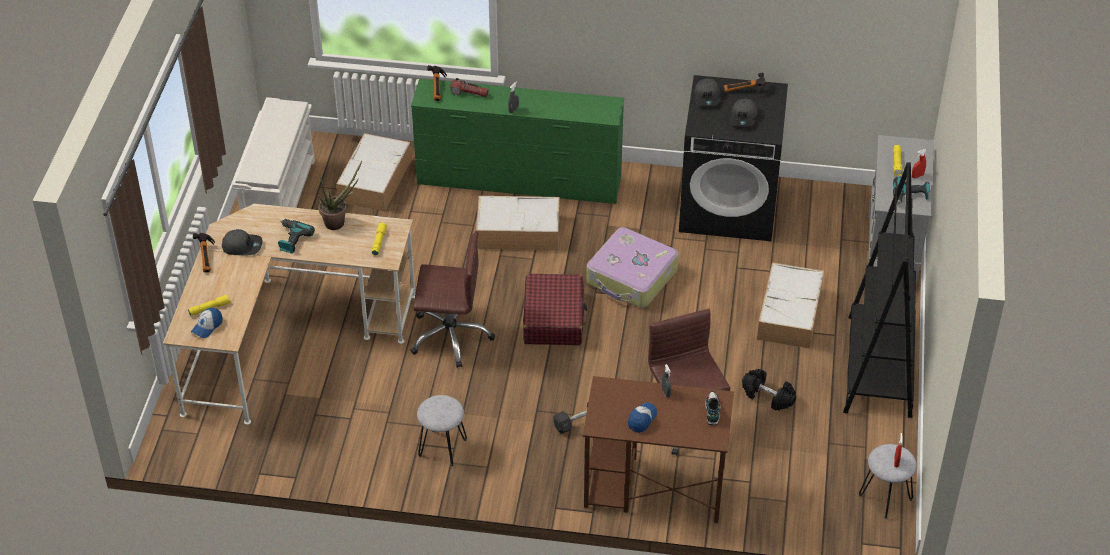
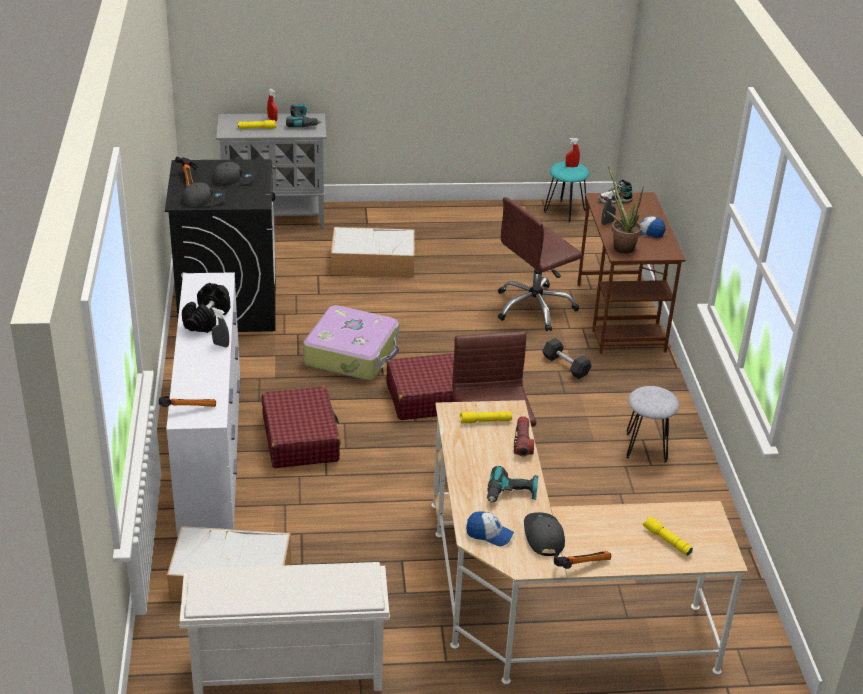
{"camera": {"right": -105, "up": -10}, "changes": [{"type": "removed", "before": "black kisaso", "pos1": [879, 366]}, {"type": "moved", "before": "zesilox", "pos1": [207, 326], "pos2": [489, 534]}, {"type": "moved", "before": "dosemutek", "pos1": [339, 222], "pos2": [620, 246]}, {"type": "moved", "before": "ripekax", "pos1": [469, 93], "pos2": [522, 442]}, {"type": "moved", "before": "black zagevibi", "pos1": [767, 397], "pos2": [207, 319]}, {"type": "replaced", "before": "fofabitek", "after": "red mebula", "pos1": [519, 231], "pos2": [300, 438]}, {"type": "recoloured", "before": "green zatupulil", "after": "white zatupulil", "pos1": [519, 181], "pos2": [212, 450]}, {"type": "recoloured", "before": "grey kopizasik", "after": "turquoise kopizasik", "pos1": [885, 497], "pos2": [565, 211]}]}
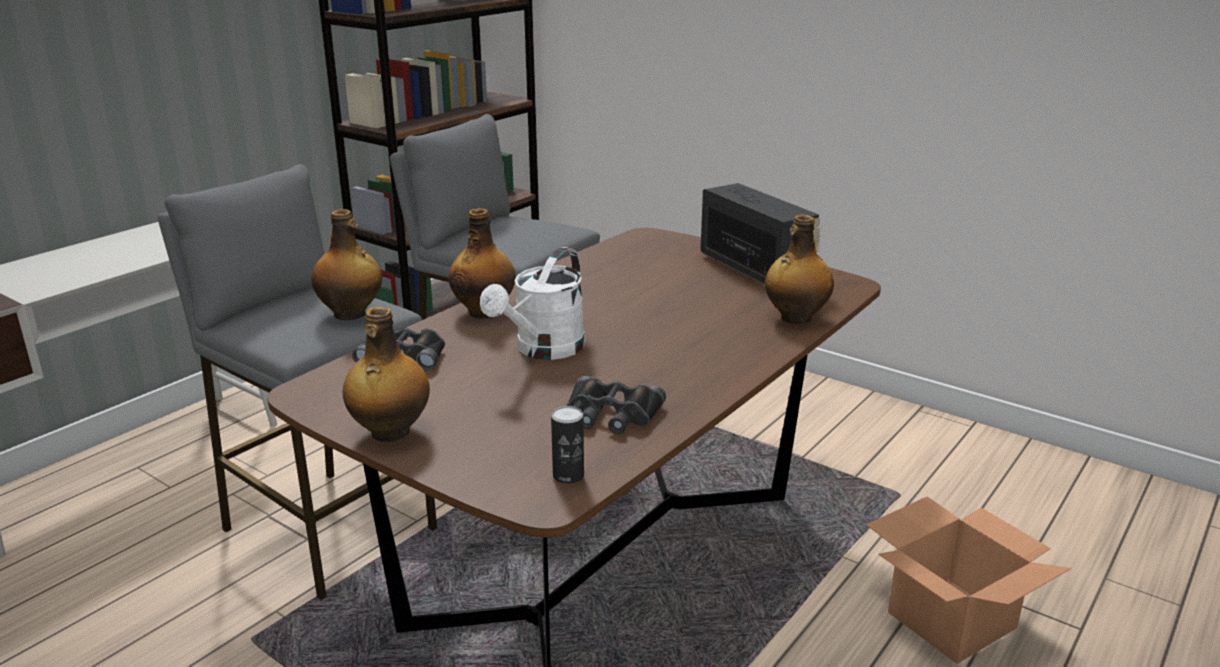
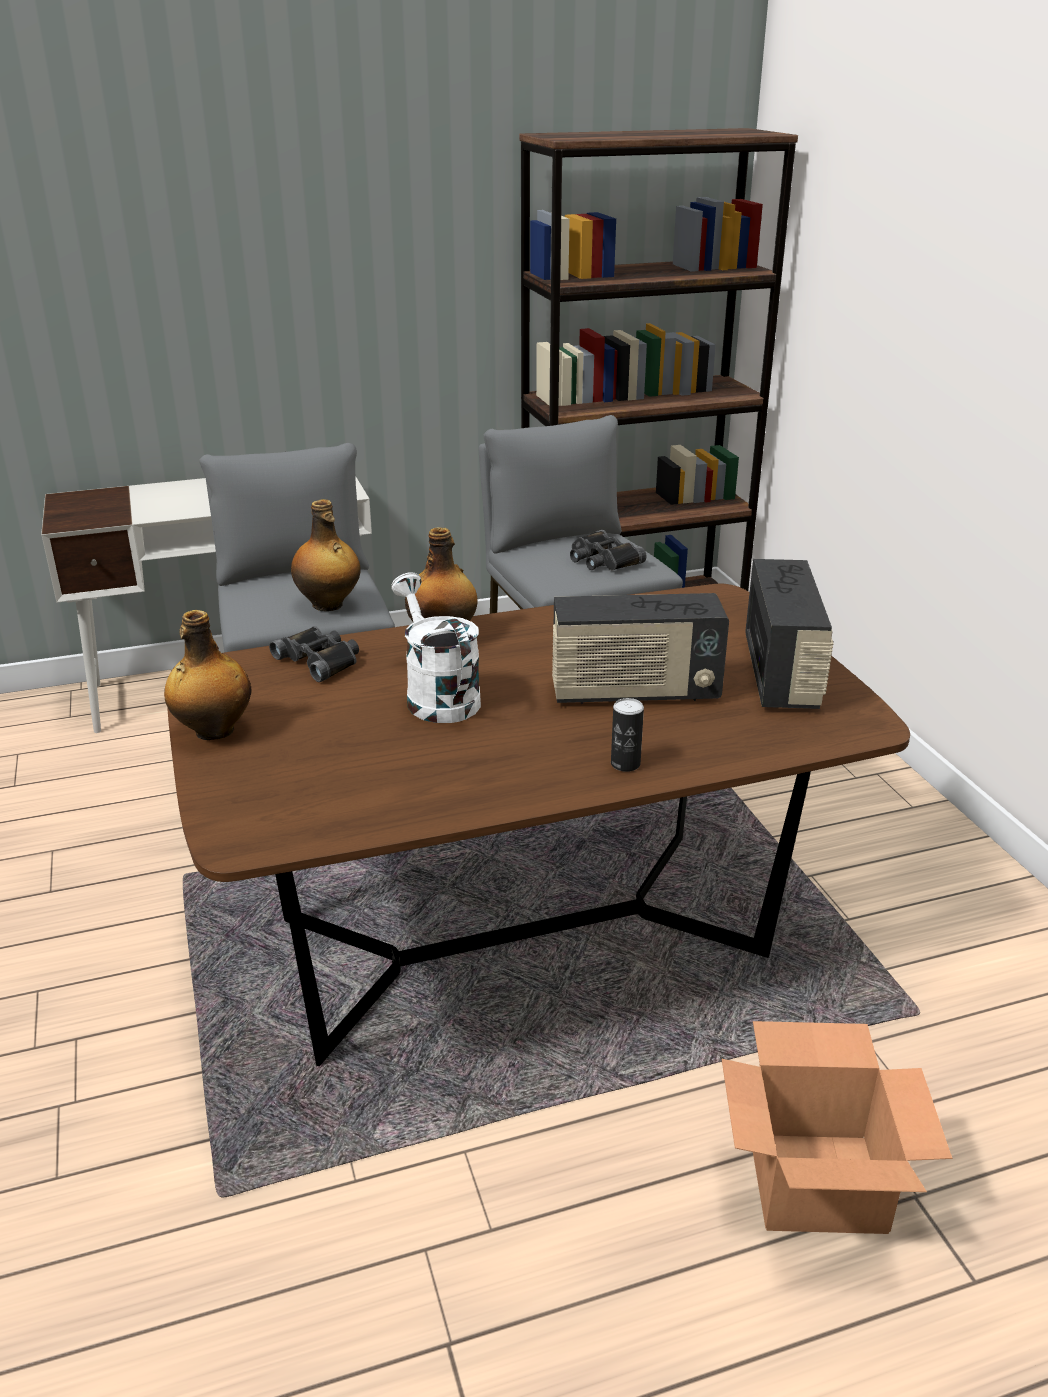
{"camera": {"right": 35, "up": 5}, "changes": [{"type": "removed", "before": "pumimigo", "pos1": [795, 318]}, {"type": "added", "after": "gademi", "pos2": [634, 693]}, {"type": "moved", "before": "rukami", "pos1": [568, 476], "pos2": [625, 764]}, {"type": "moved", "before": "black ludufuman", "pos1": [611, 414], "pos2": [602, 559]}, {"type": "turned", "before": "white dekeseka", "pos1": [543, 350], "pos2": [437, 696], "turn": 90}]}
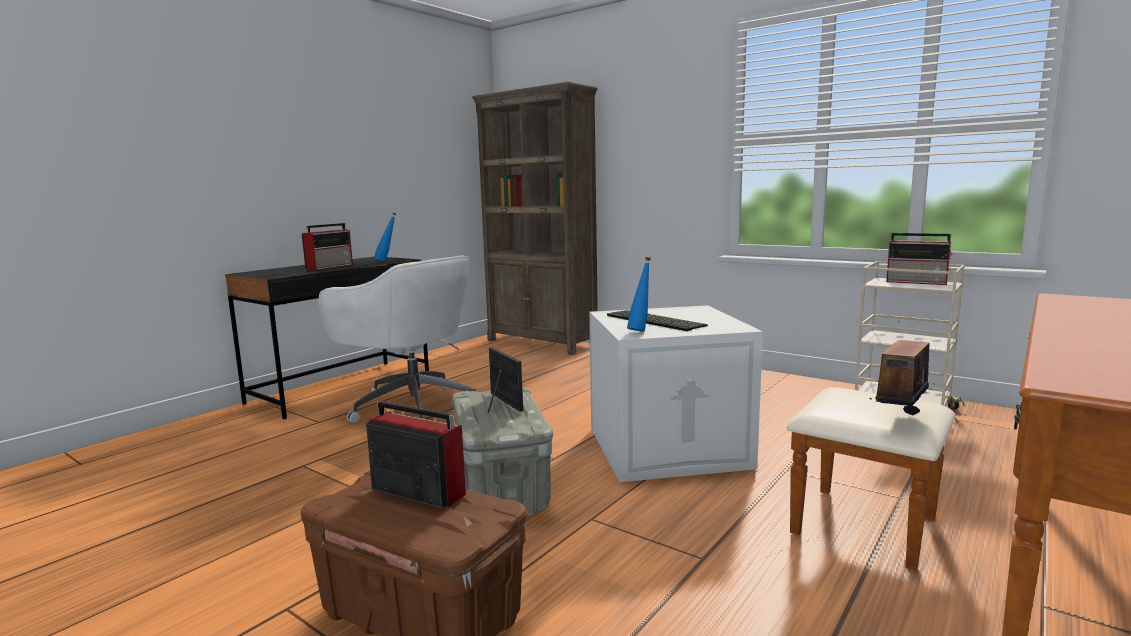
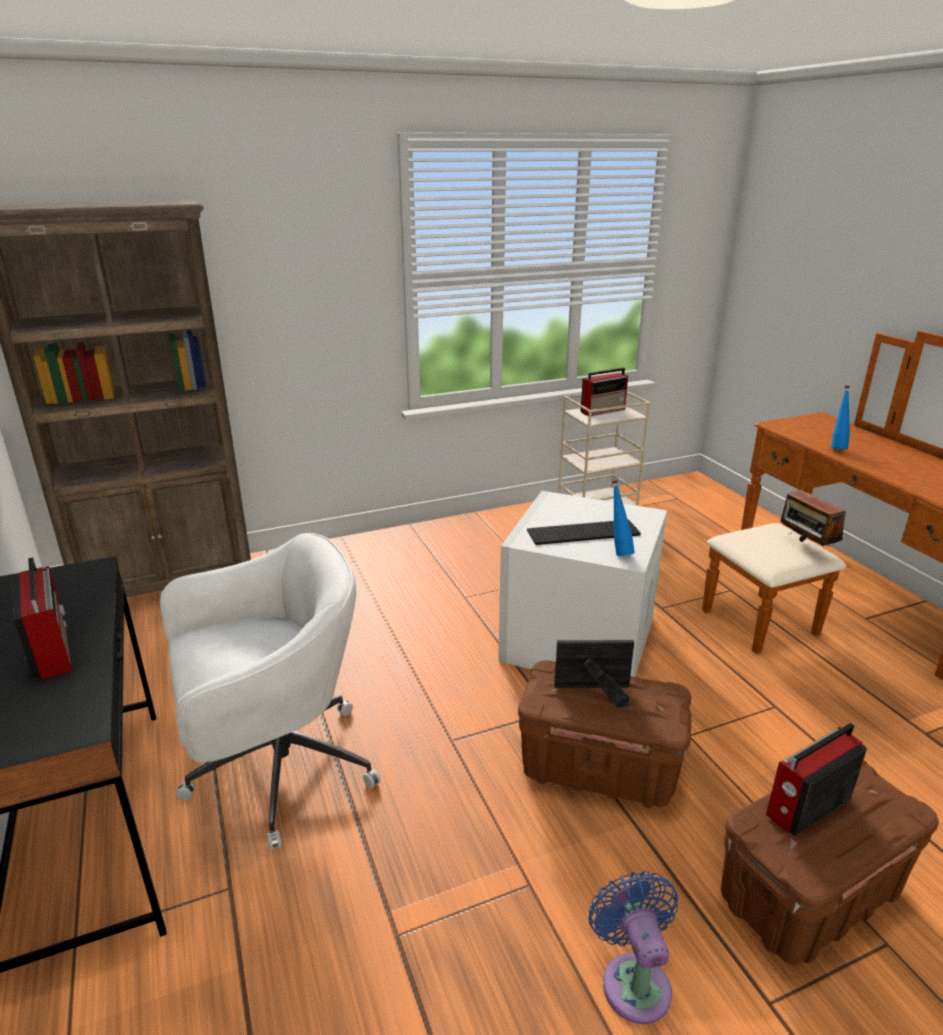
{"camera": {"right": -60, "up": 15}, "changes": [{"type": "added", "after": "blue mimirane", "pos2": [633, 979]}, {"type": "moved", "before": "blue pumimigo", "pos1": [387, 261], "pos2": [836, 448]}, {"type": "recoloured", "before": "grey fofabitek", "after": "brown fofabitek", "pos1": [501, 489], "pos2": [597, 769]}]}
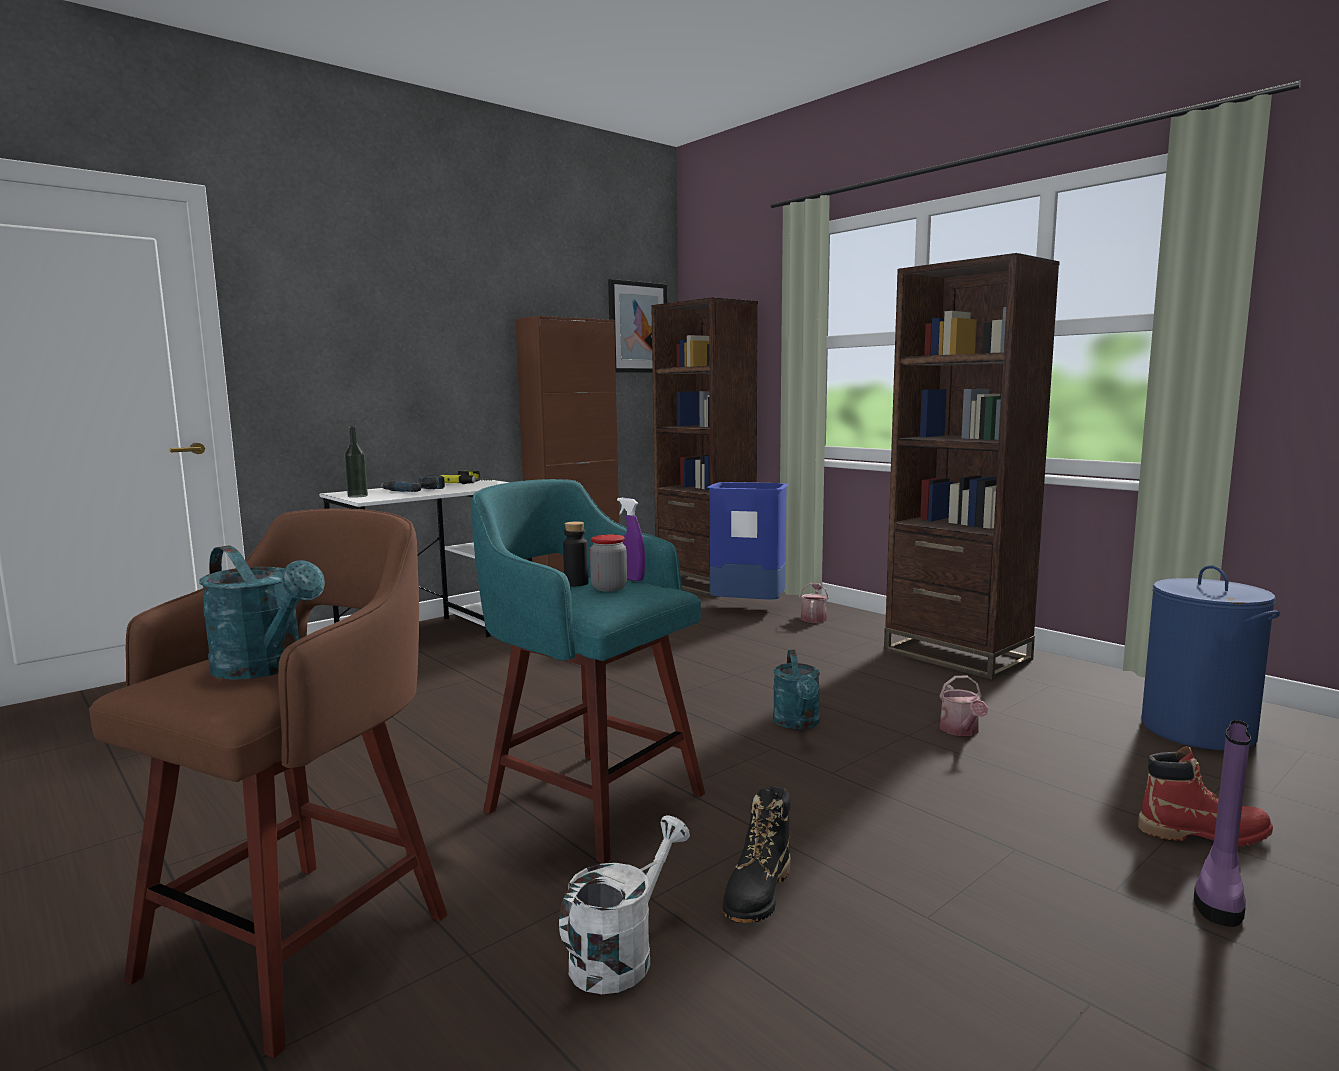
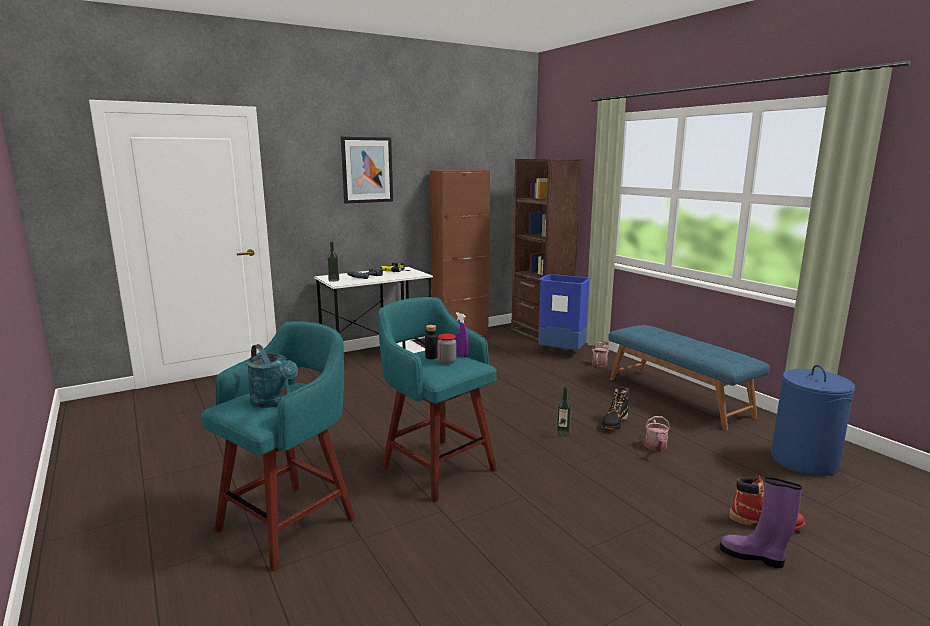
{"camera": {"right": 10, "up": 5}, "changes": [{"type": "removed", "before": "white dekeseka", "pos1": [621, 953]}, {"type": "moved", "before": "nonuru", "pos1": [638, 327], "pos2": [367, 170]}, {"type": "moved", "before": "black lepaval", "pos1": [758, 893], "pos2": [614, 423]}, {"type": "replaced", "before": "turquoise dekeseka", "after": "pumimigo", "pos1": [798, 723], "pos2": [563, 433]}, {"type": "replaced", "before": "brown kisaso", "after": "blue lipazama", "pos1": [956, 655], "pos2": [678, 397]}, {"type": "recoloured", "before": "brown kopizasik", "after": "turquoise kopizasik", "pos1": [304, 940], "pos2": [290, 522]}, {"type": "turned", "before": "purple lepaval", "pos1": [1219, 893], "pos2": [753, 556], "turn": 75}]}
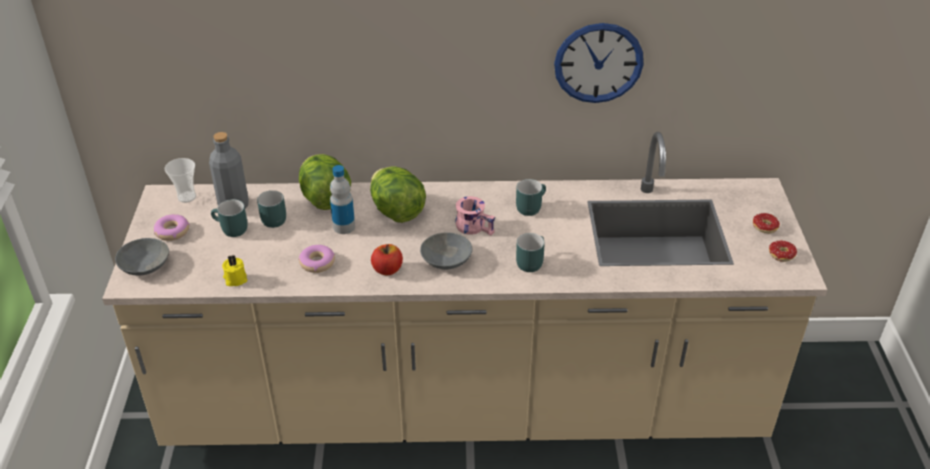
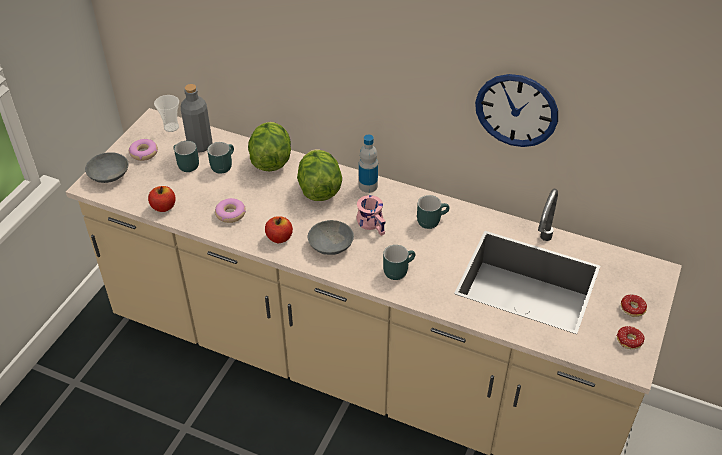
{"camera": {"right": 25, "up": 5}, "changes": [{"type": "moved", "before": "pumimigo", "pos1": [344, 227], "pos2": [368, 186]}, {"type": "replaced", "before": "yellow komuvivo", "after": "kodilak", "pos1": [235, 279], "pos2": [163, 207]}]}
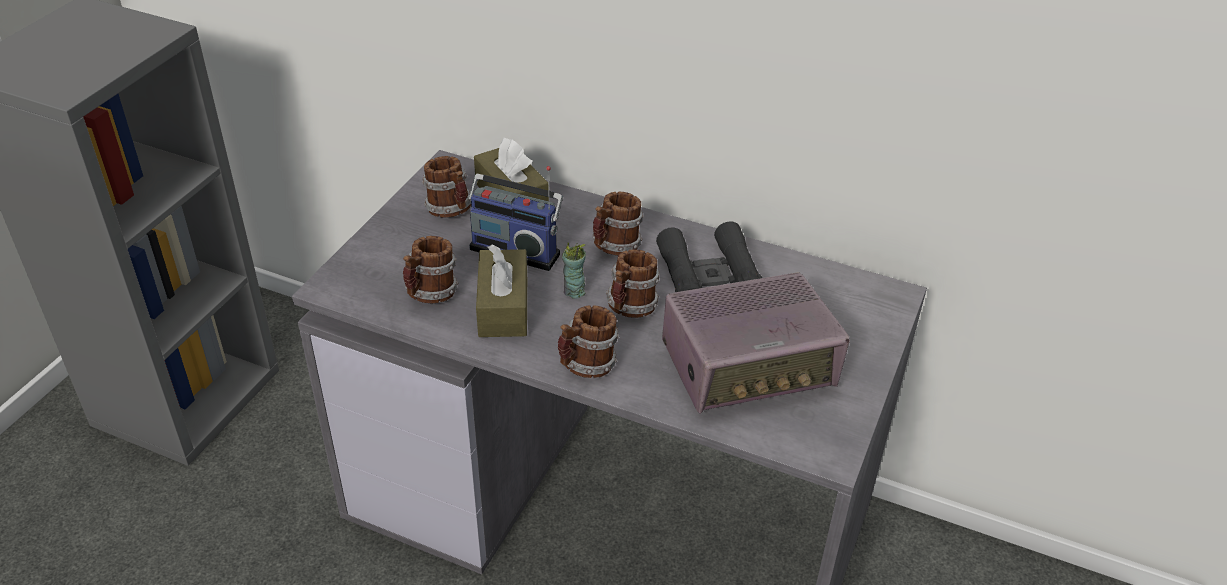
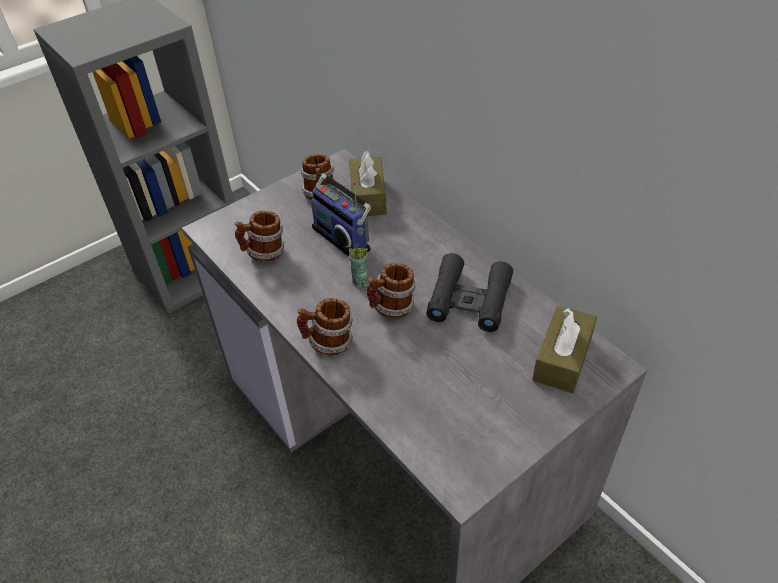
{"camera": {"right": 30, "up": 5}, "changes": [{"type": "removed", "before": "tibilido", "pos1": [615, 247]}, {"type": "removed", "before": "gademi", "pos1": [749, 366]}, {"type": "moved", "before": "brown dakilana", "pos1": [503, 307], "pos2": [562, 359]}]}
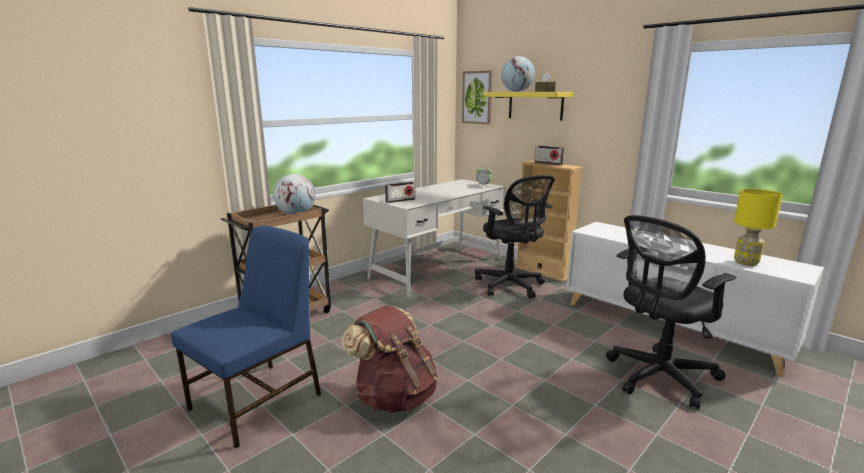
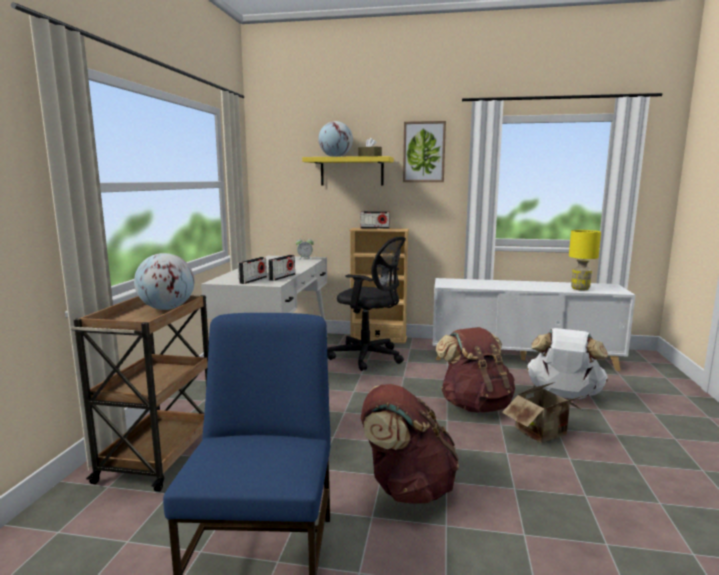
{"camera": {"right": -35, "up": -5}, "changes": [{"type": "added", "after": "gademi", "pos2": [282, 277]}, {"type": "added", "after": "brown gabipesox", "pos2": [475, 405]}, {"type": "added", "after": "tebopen", "pos2": [544, 434]}, {"type": "moved", "before": "nonuru", "pos1": [477, 97], "pos2": [424, 152]}, {"type": "replaced", "before": "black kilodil", "after": "white gabipesox", "pos1": [657, 377], "pos2": [563, 395]}]}
